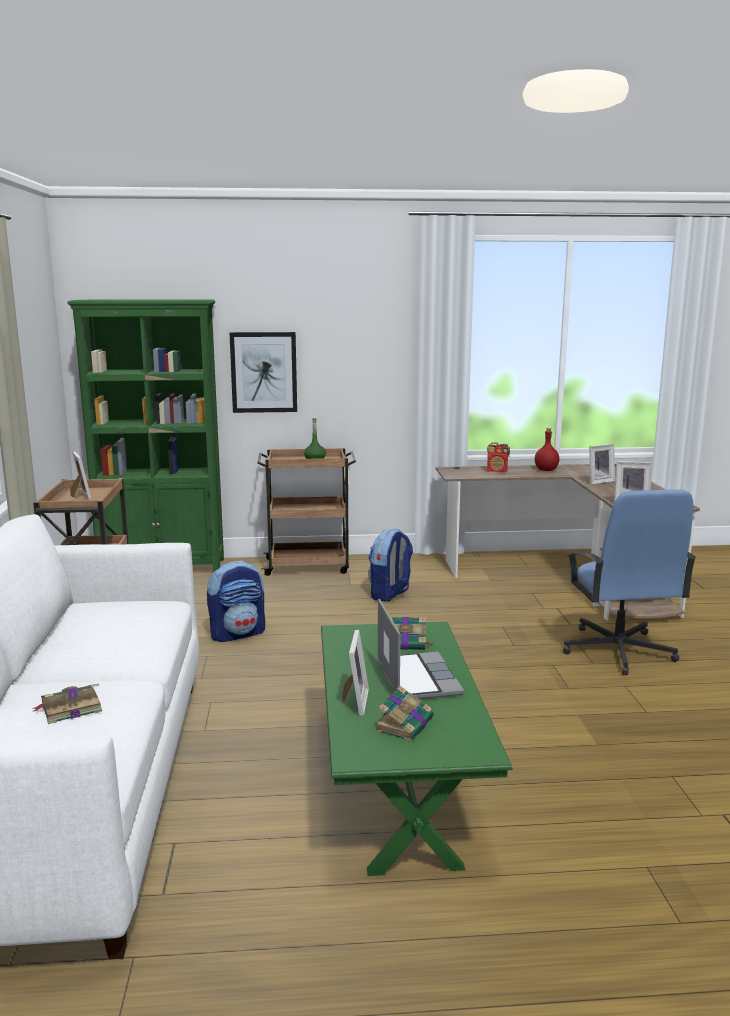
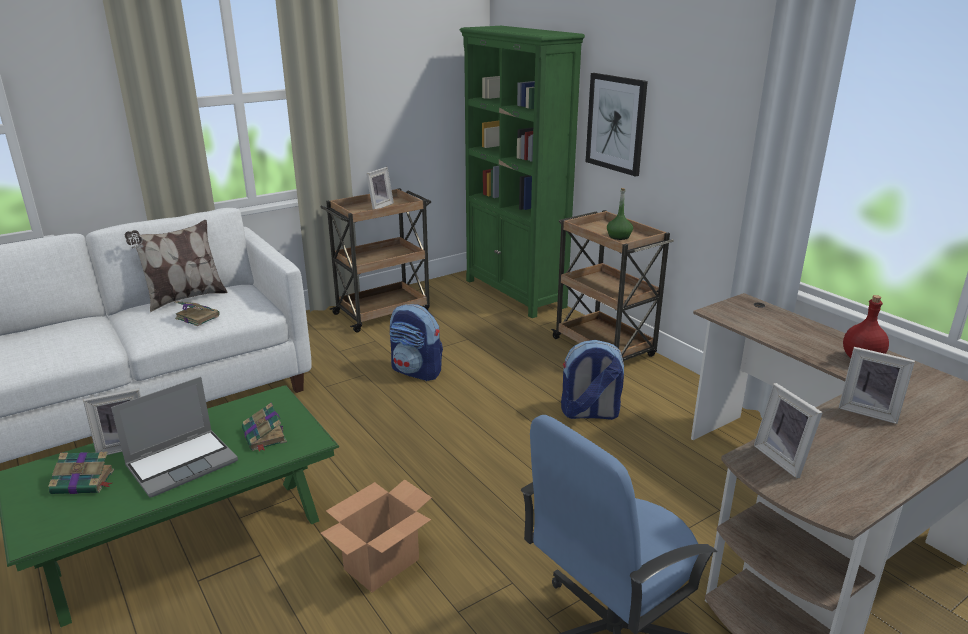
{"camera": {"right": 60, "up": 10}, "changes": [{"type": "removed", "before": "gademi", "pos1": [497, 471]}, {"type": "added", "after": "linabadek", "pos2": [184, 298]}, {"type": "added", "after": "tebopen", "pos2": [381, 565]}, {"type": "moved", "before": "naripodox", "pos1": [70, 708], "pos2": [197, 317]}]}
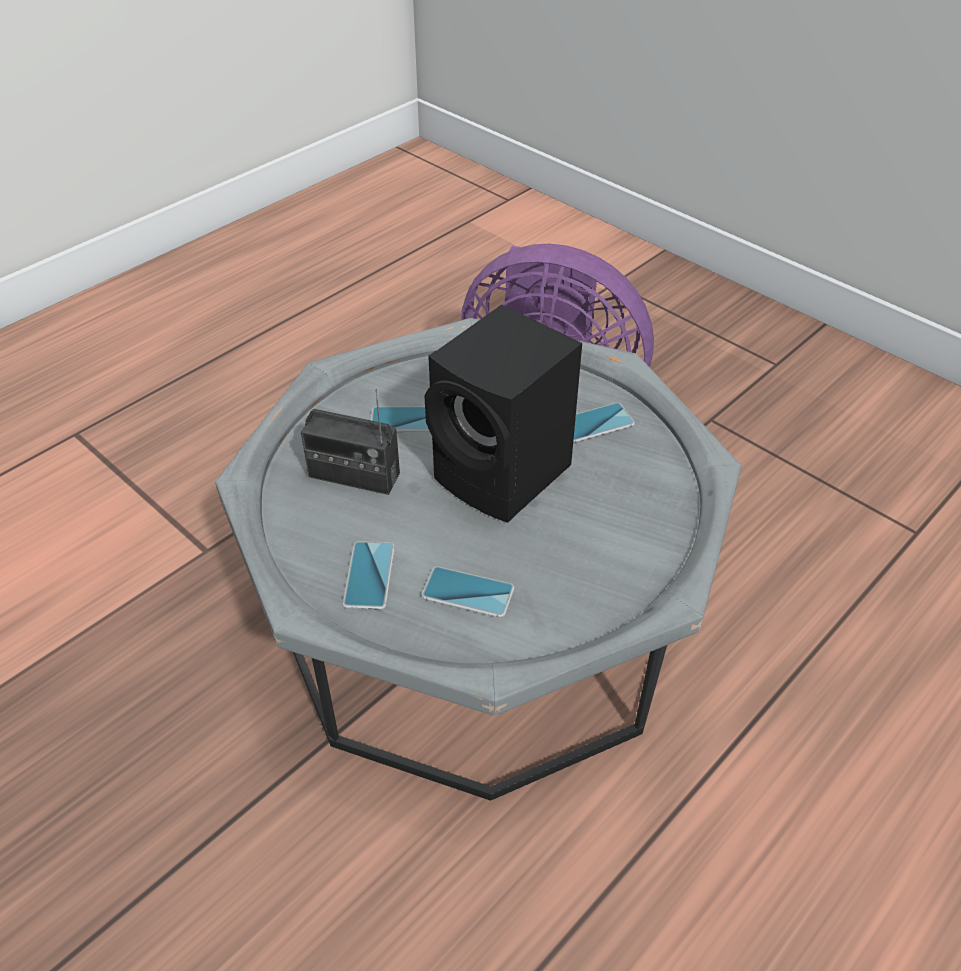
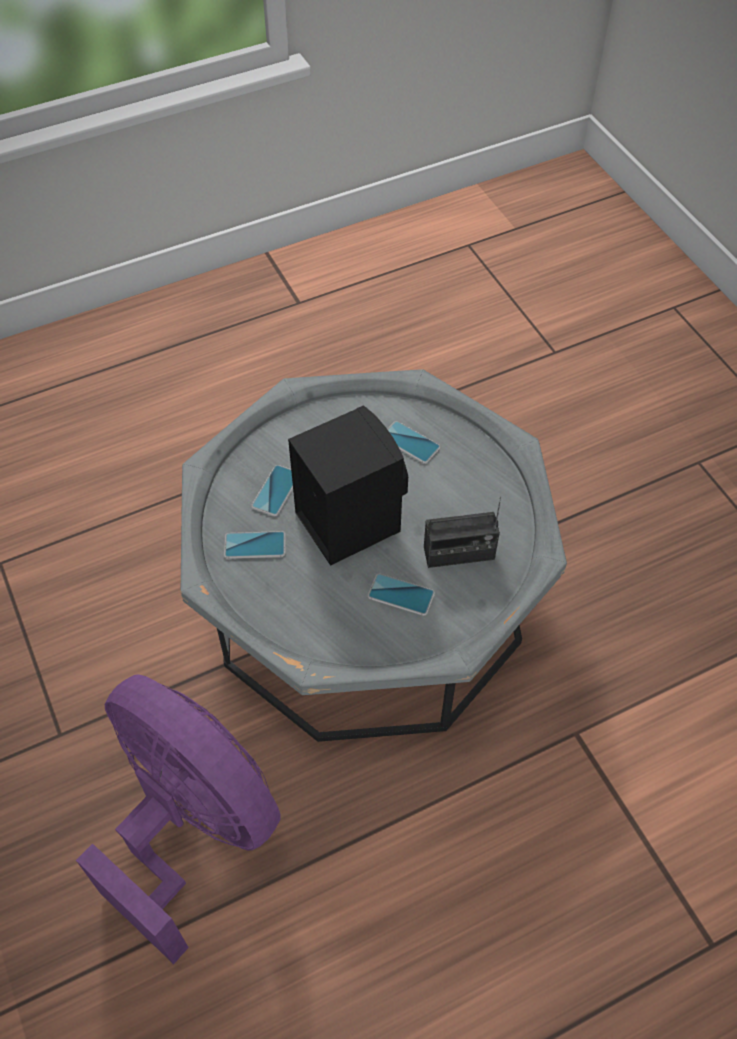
{"camera": {"right": -160, "up": 10}, "changes": [{"type": "moved", "before": "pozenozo", "pos1": [369, 576], "pos2": [276, 491]}, {"type": "turned", "before": "gademi", "pos1": [354, 475], "pos2": [459, 553], "turn": 135}]}
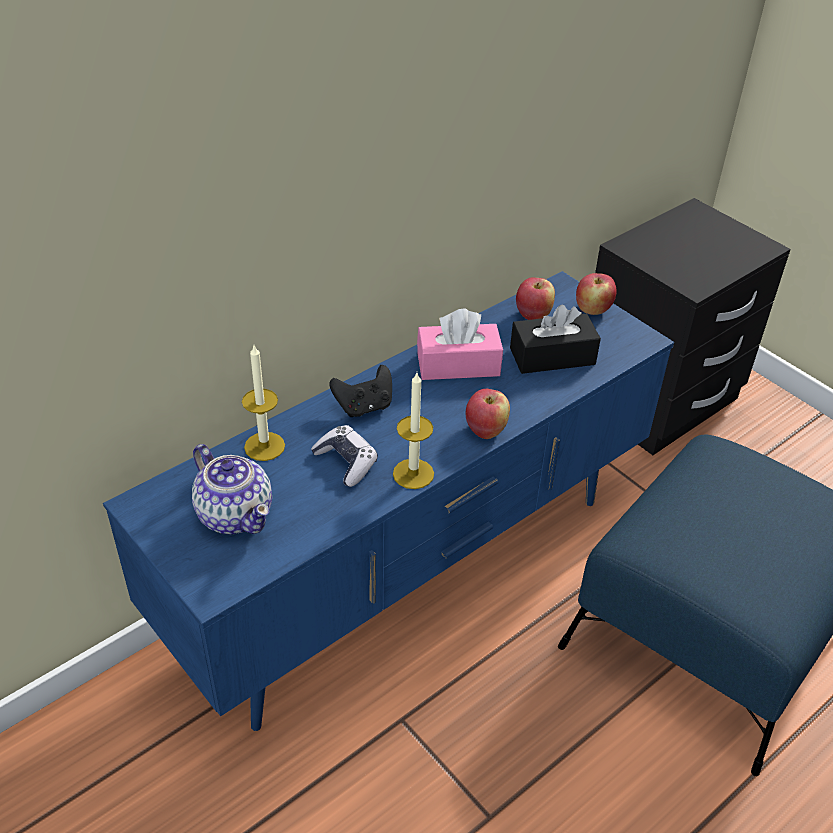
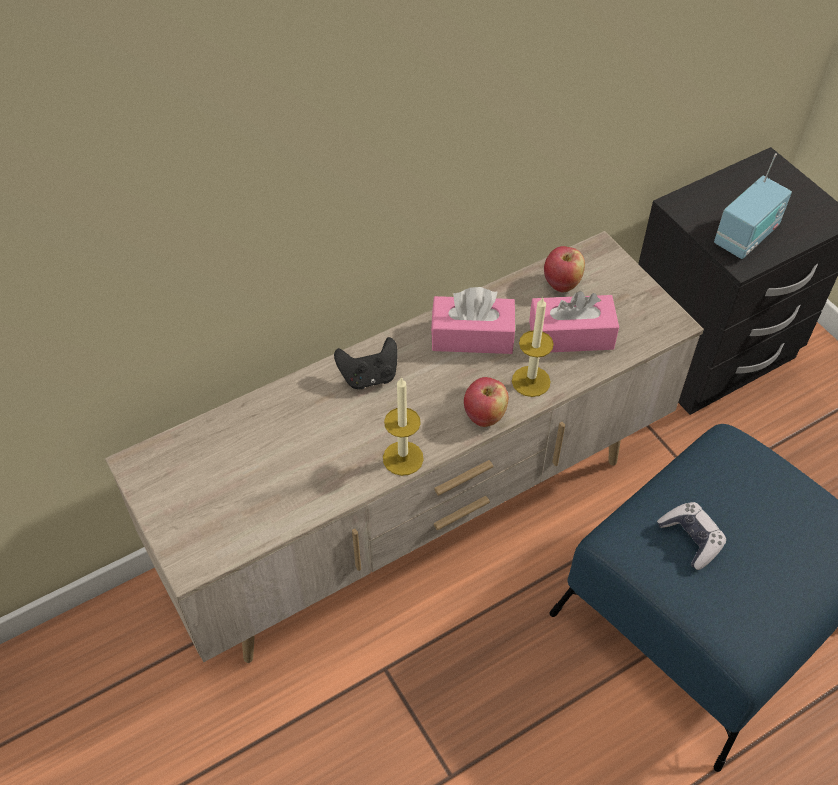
{"camera": {"right": 10, "up": 10}, "changes": [{"type": "removed", "before": "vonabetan", "pos1": [235, 513]}, {"type": "removed", "before": "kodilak", "pos1": [592, 309]}, {"type": "added", "after": "gademi", "pos2": [746, 237]}, {"type": "moved", "before": "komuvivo", "pos1": [264, 446], "pos2": [531, 381]}, {"type": "moved", "before": "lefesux", "pos1": [346, 462], "pos2": [691, 539]}, {"type": "recoloured", "before": "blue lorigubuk", "after": "beige lorigubuk", "pos1": [410, 576], "pos2": [418, 521]}, {"type": "recoloured", "before": "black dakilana", "after": "pink dakilana", "pos1": [552, 356], "pos2": [571, 335]}]}
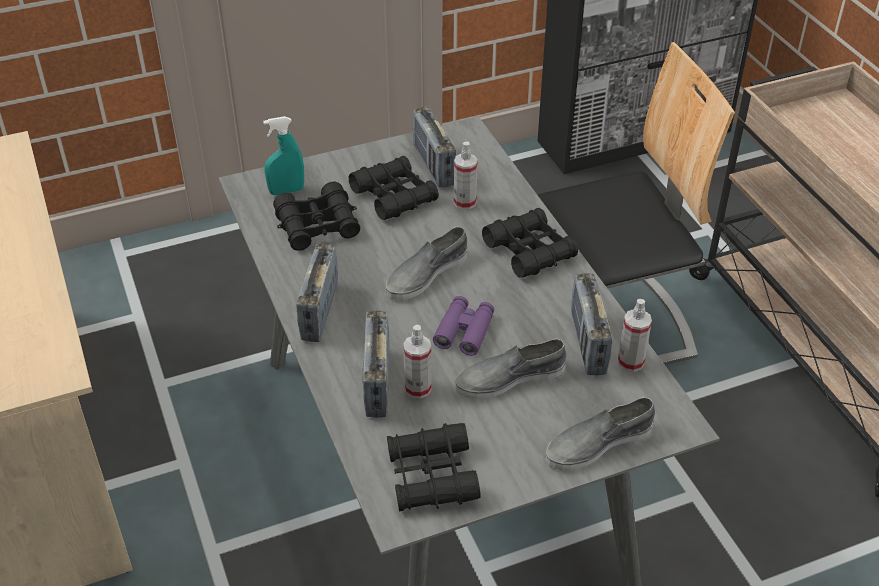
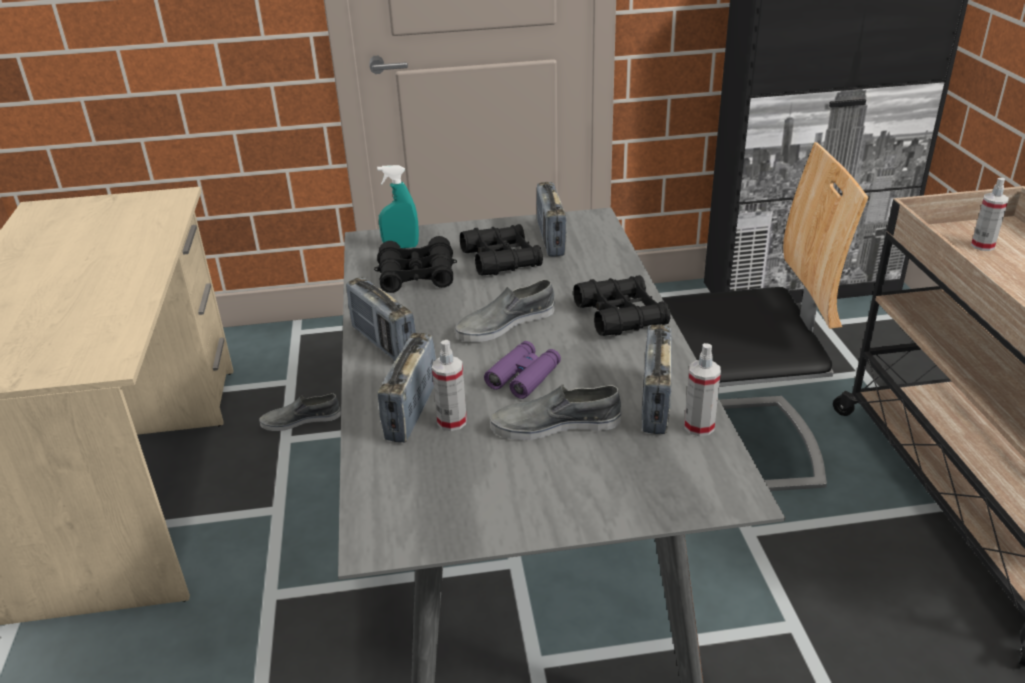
{"camera": {"right": 15, "up": -10}, "changes": [{"type": "removed", "before": "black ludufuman", "pos1": [431, 476]}, {"type": "moved", "before": "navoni", "pos1": [465, 202], "pos2": [982, 245]}, {"type": "moved", "before": "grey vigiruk", "pos1": [598, 443], "pos2": [301, 420]}, {"type": "turned", "before": "gademi", "pos1": [319, 311], "pos2": [384, 343], "turn": -60}]}
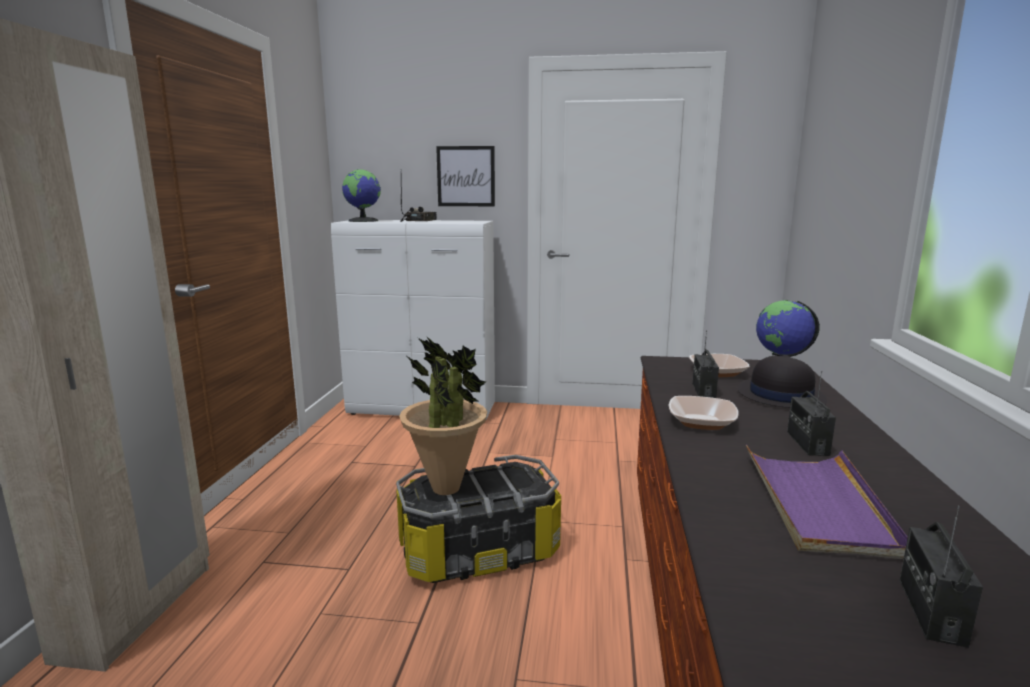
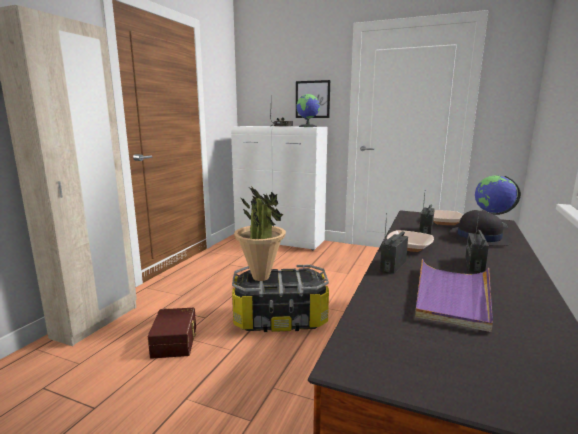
{"camera": {"right": 15, "up": 0}, "changes": [{"type": "added", "after": "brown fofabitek", "pos2": [176, 341]}, {"type": "moved", "before": "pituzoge", "pos1": [364, 221], "pos2": [308, 126]}, {"type": "moved", "before": "gademi", "pos1": [930, 611], "pos2": [393, 265]}]}
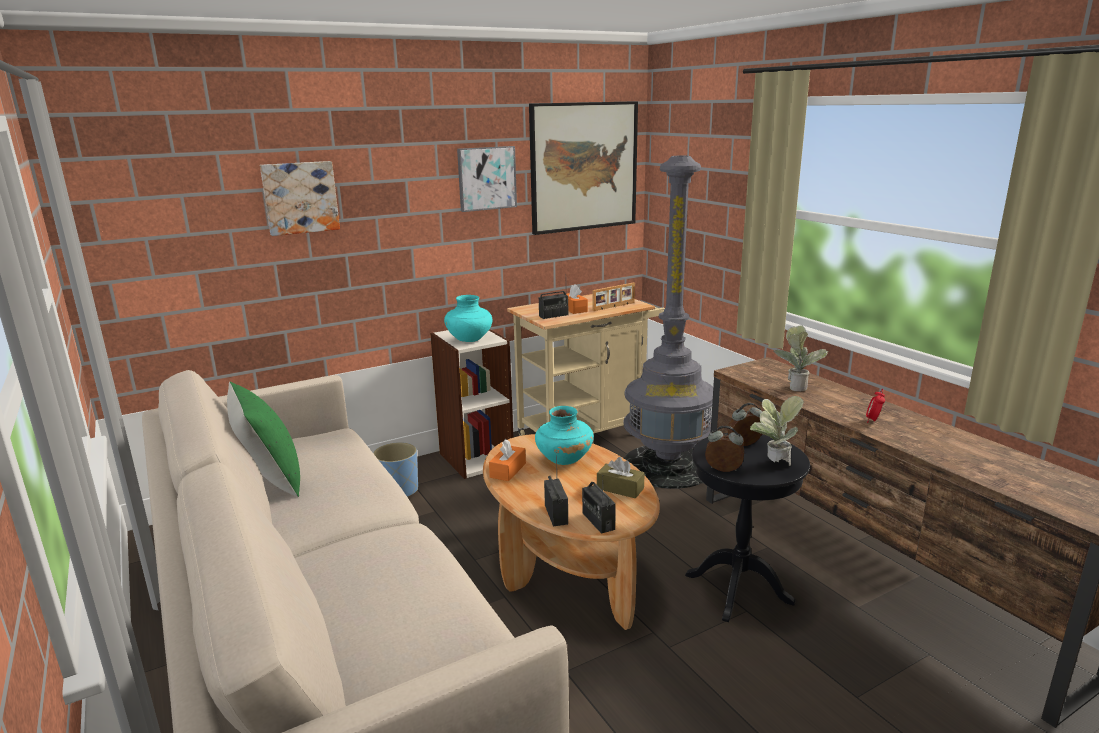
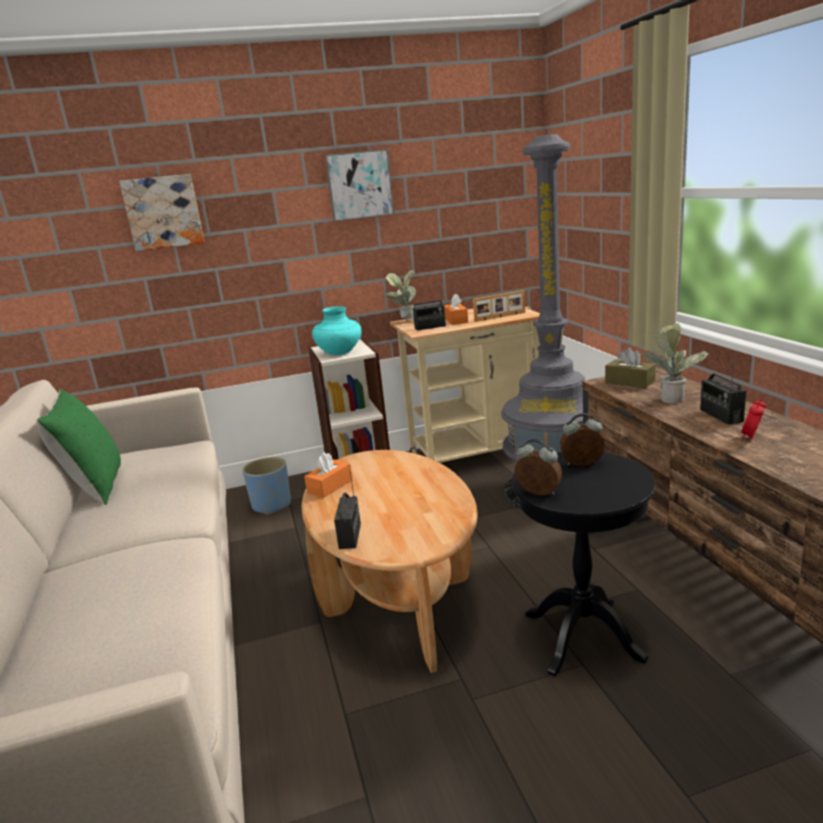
{"camera": {"right": 15, "up": 0}, "changes": [{"type": "removed", "before": "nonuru", "pos1": [583, 167]}, {"type": "removed", "before": "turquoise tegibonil", "pos1": [564, 459]}, {"type": "moved", "before": "gademi", "pos1": [598, 521], "pos2": [720, 415]}, {"type": "moved", "before": "brown dakilana", "pos1": [620, 488], "pos2": [629, 382]}, {"type": "moved", "before": "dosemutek", "pos1": [773, 464], "pos2": [405, 321]}]}
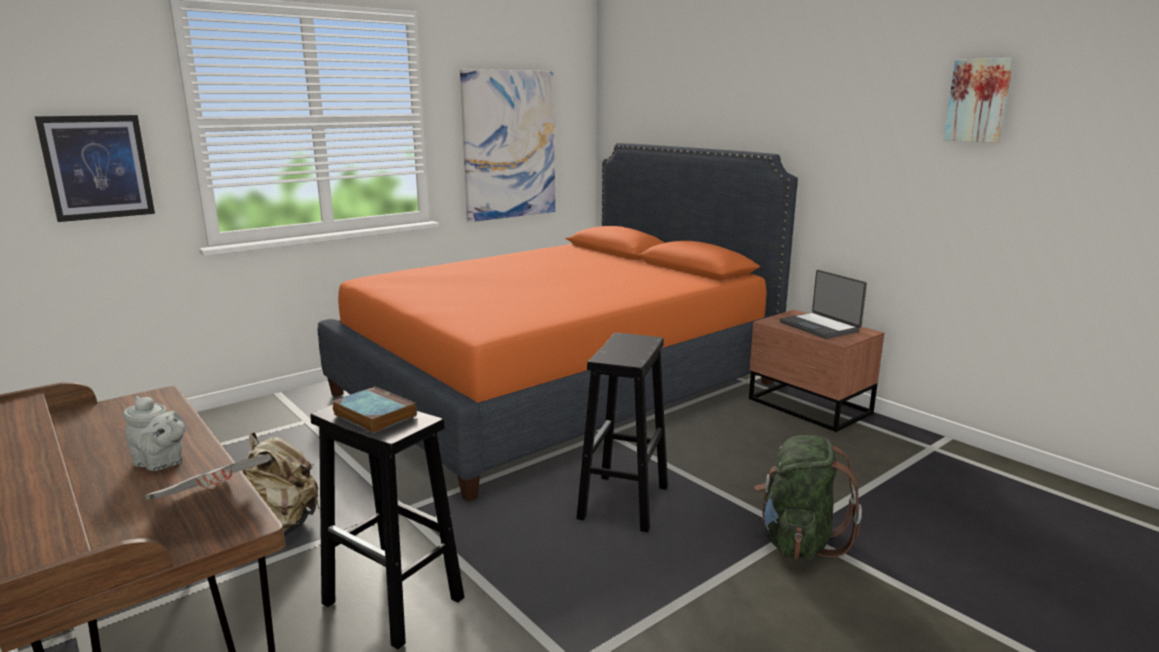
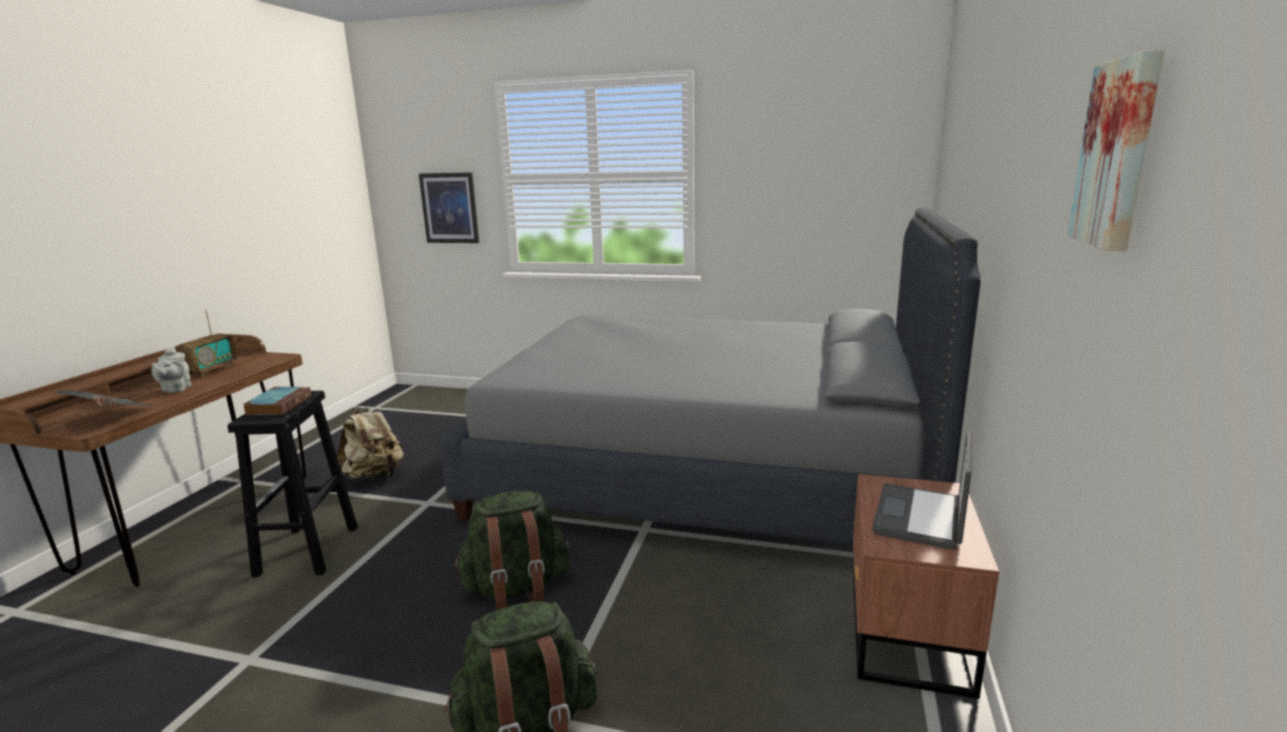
{"camera": {"right": 55, "up": 0}, "changes": [{"type": "removed", "before": "nonuru", "pos1": [509, 145]}, {"type": "added", "after": "gademi", "pos2": [210, 370]}, {"type": "replaced", "before": "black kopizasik", "after": "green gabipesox", "pos1": [623, 503], "pos2": [516, 588]}, {"type": "recoloured", "before": "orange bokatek", "after": "grey bokatek", "pos1": [558, 388], "pos2": [706, 472]}]}
